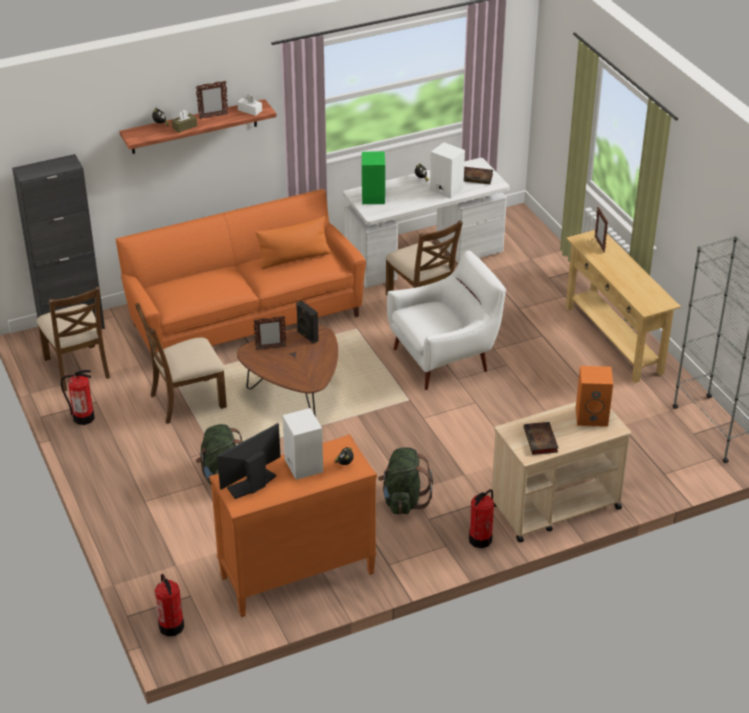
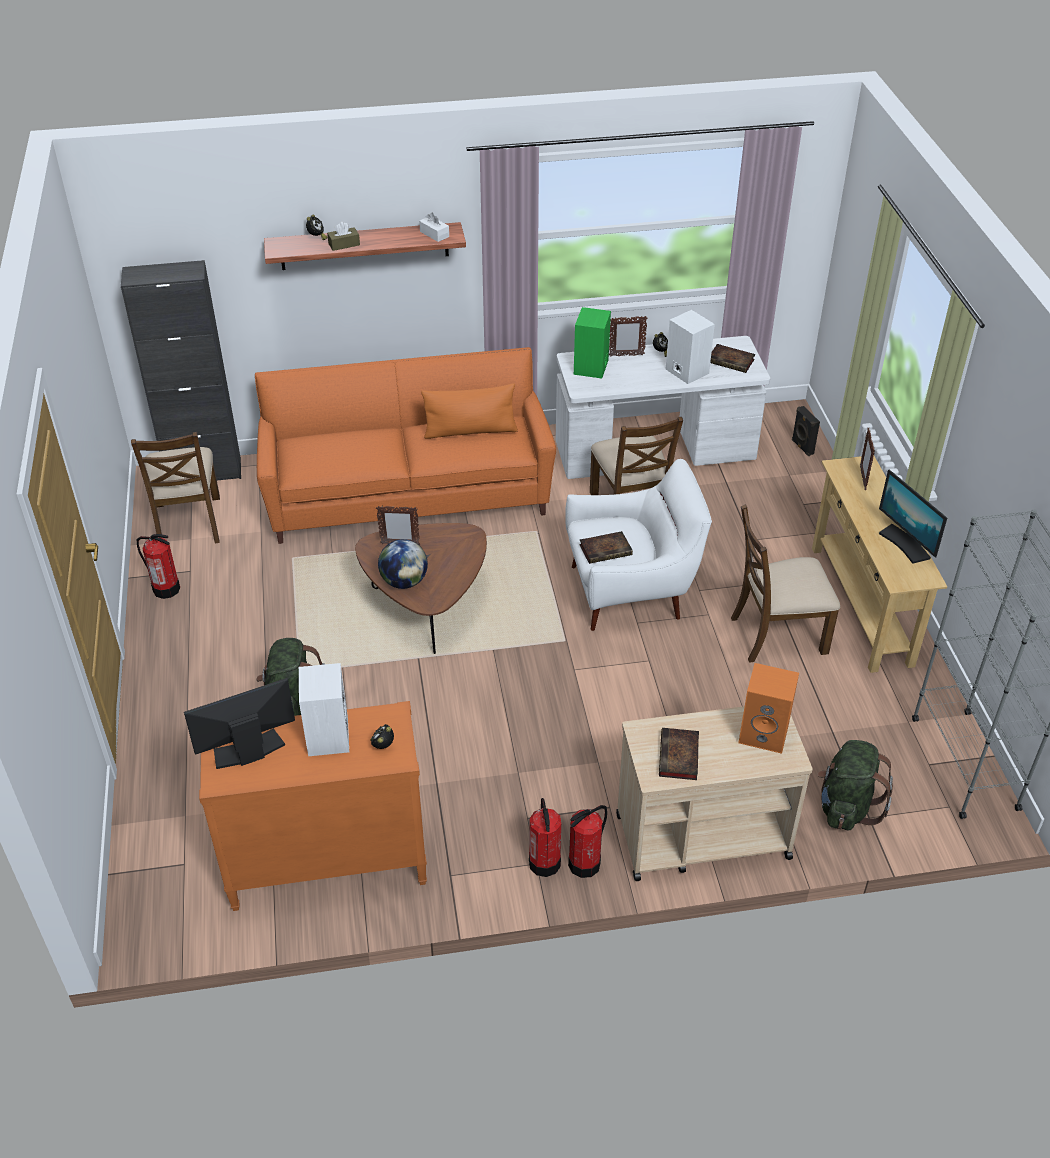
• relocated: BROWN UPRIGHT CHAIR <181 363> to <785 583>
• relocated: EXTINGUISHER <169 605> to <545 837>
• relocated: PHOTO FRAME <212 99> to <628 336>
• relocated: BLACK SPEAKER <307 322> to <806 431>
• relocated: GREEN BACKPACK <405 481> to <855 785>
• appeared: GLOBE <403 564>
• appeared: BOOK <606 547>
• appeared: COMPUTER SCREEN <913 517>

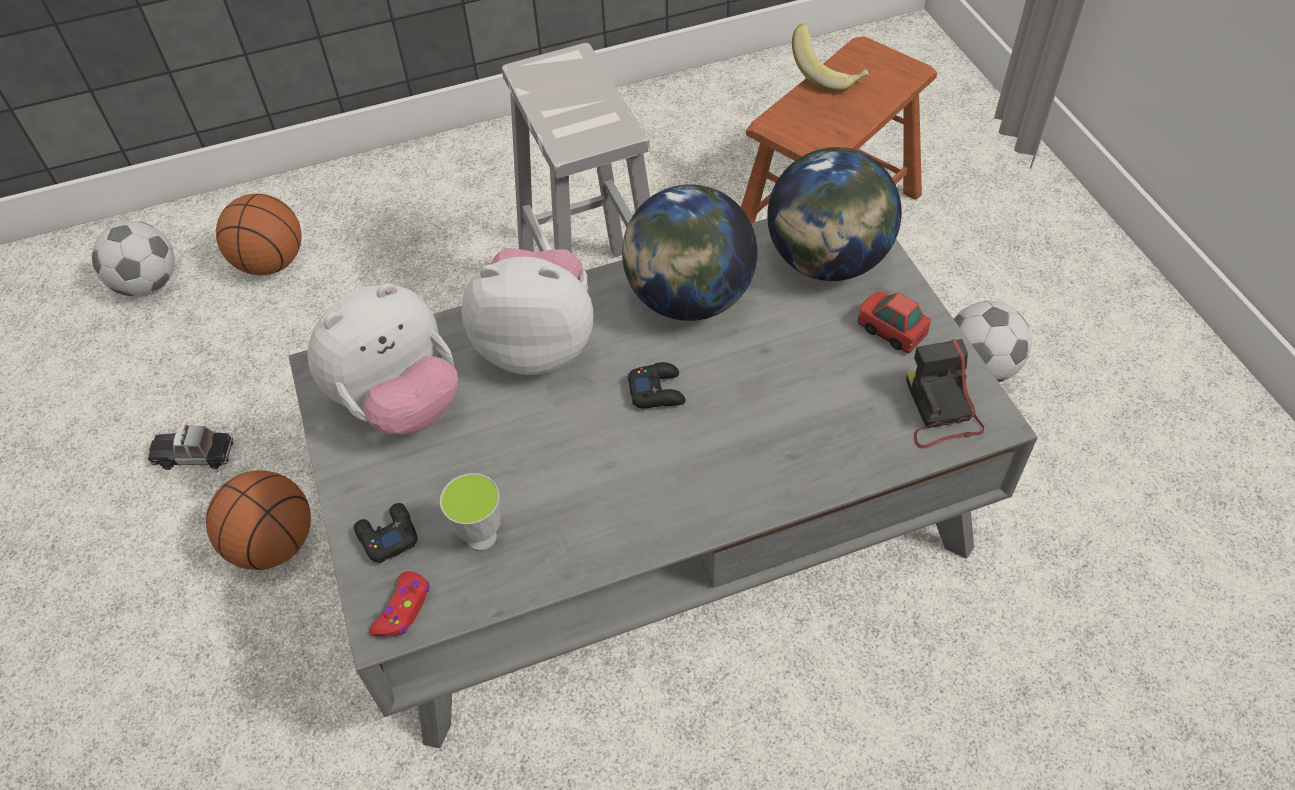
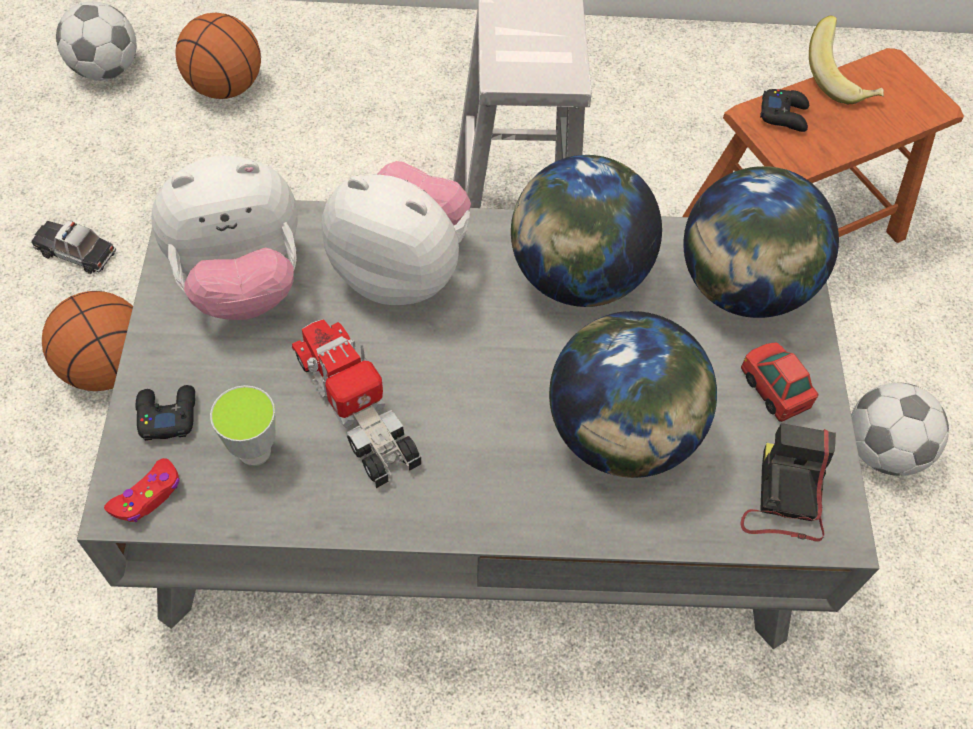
• relocated: BLACK GAME CONTROLLER <657 385> to <784 110>
• appeared: TOY TRUCK <356 403>
• appeared: GLOBE <633 394>

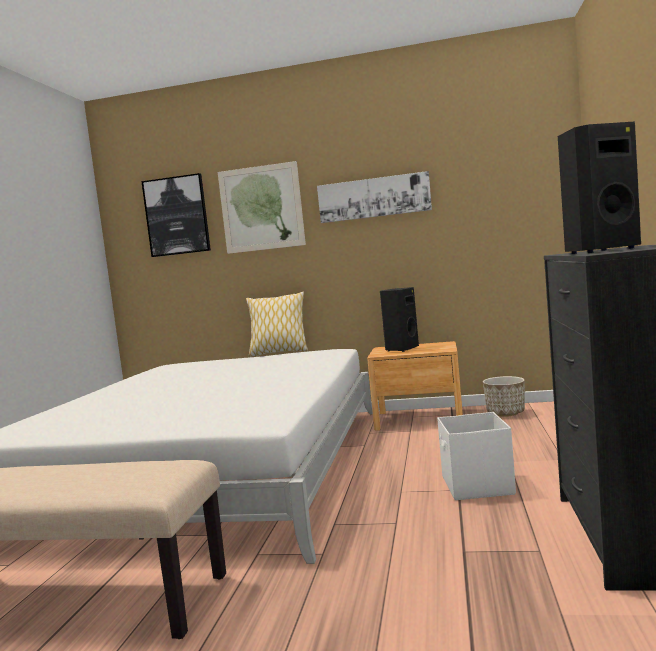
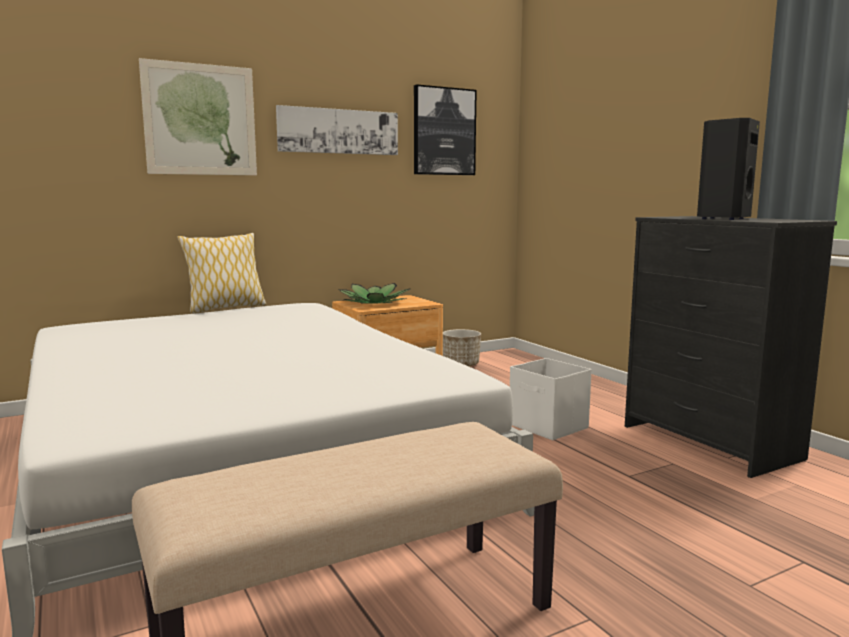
• relocated: WALL ART <176 215> to <445 130>
• exchanged: BLACK SPEAKER <399 319> to POTTED PLANT <374 293>

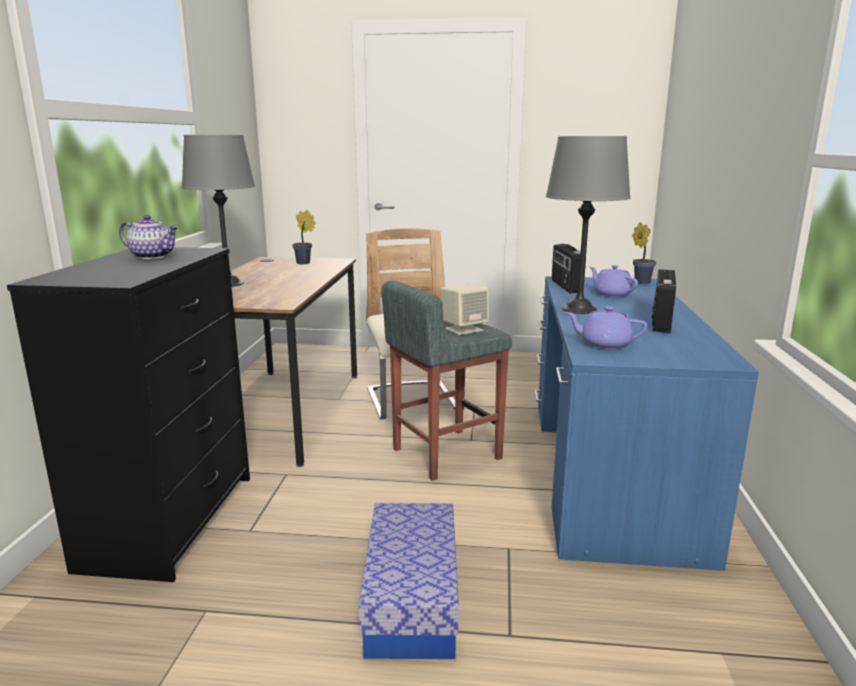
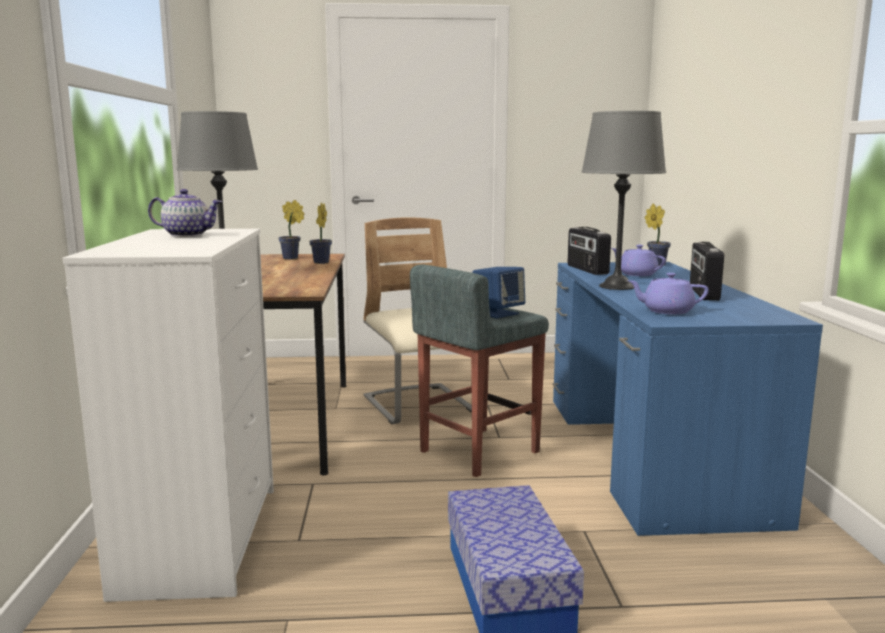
• colour: BLACK DRESSER <128 414> to WHITE-COLOURED DRESSER <168 415>
• colour: SAND-COLOURED SPEAKER <464 309> to BLUE-COLOURED SPEAKER <498 293>
• appeared: POTTED PLANT <320 233>

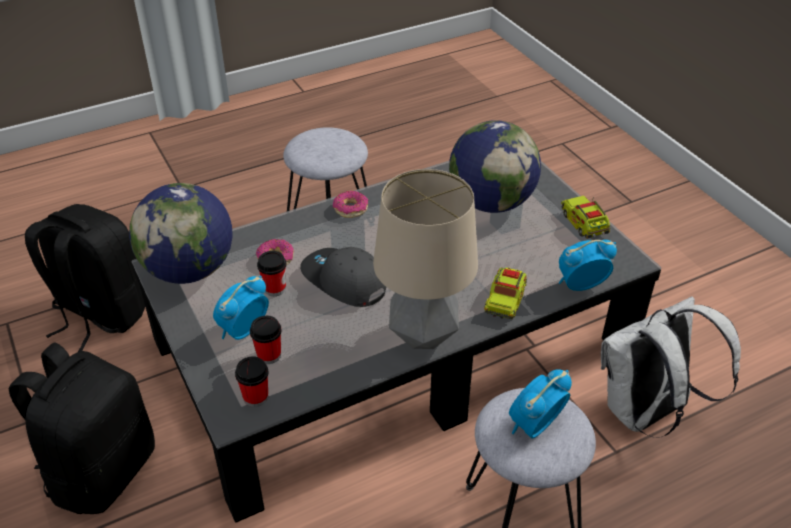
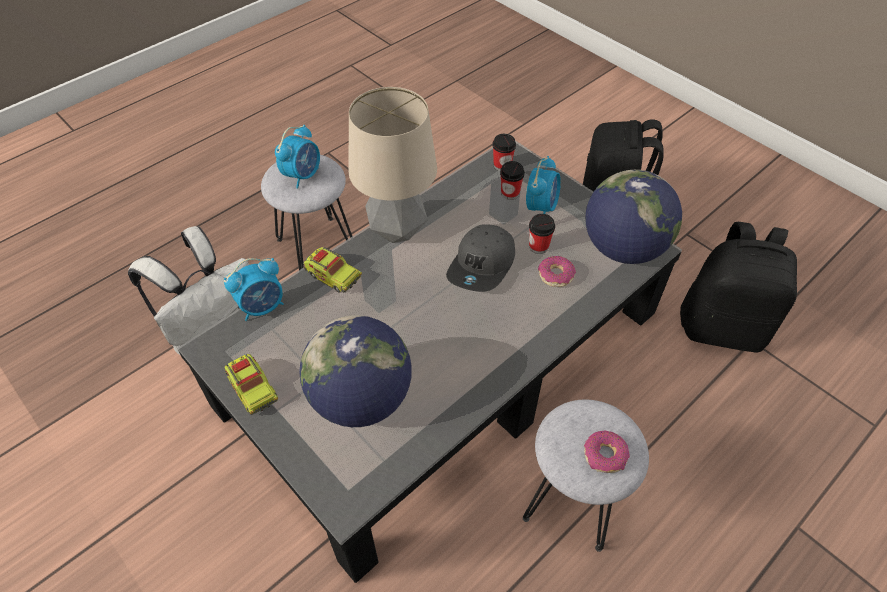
• spun: GRAY CAP <343 277> = <480 258> 90 degrees clockwise
• relocated: RING DOUGHNUT <350 204> to <607 451>
• spun: TOY TRUCK <505 293> = <332 270> 120 degrees clockwise

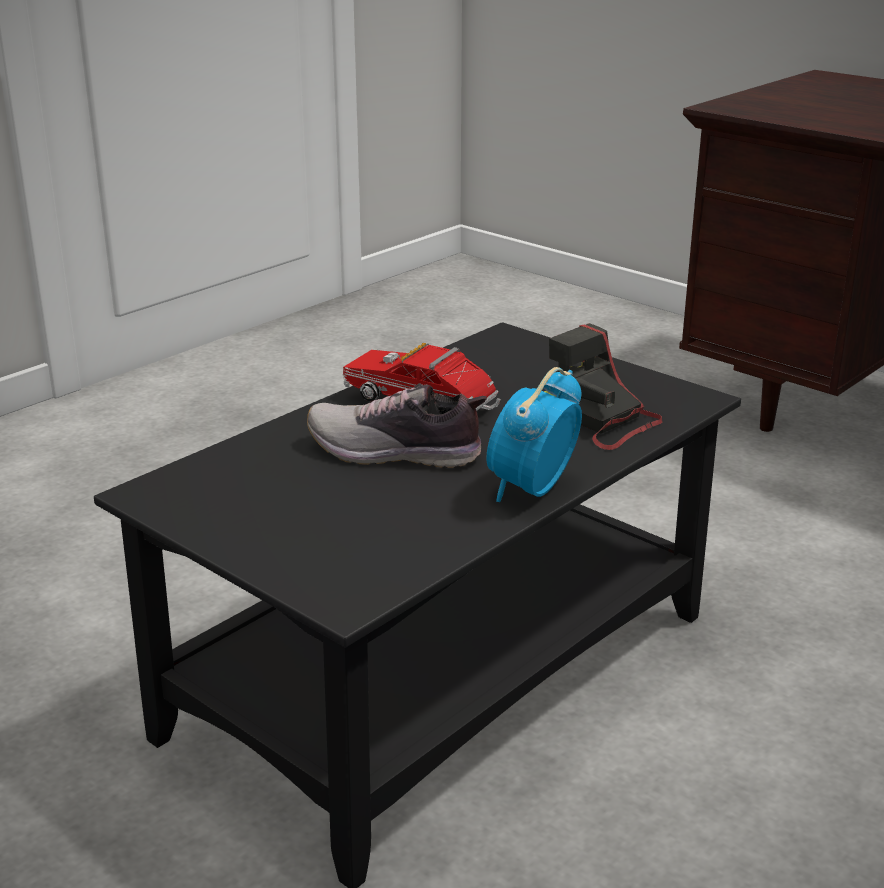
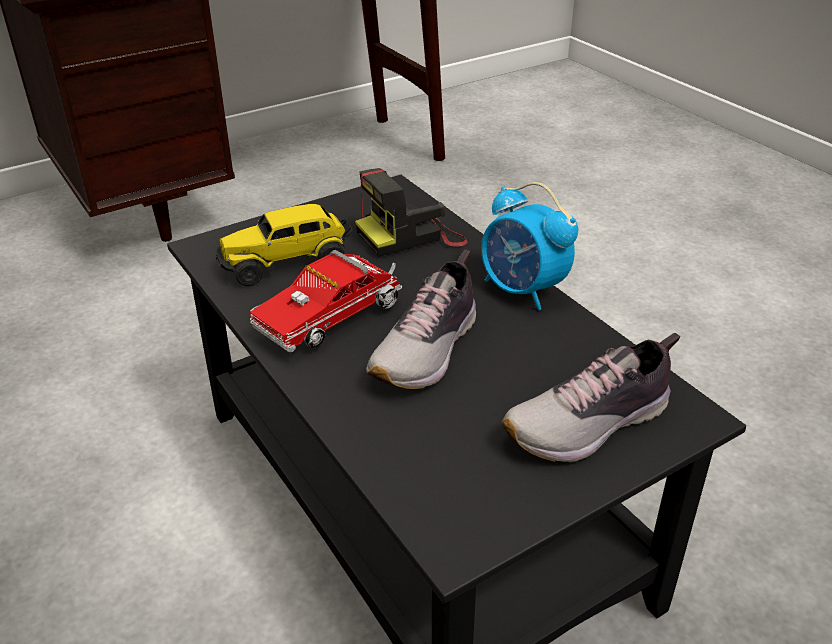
• appeared: TOY TRUCK <283 245>
• appeared: SHOE <591 398>

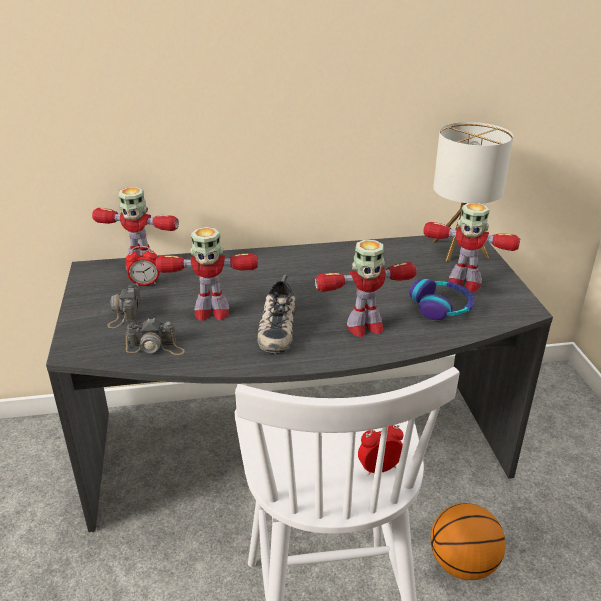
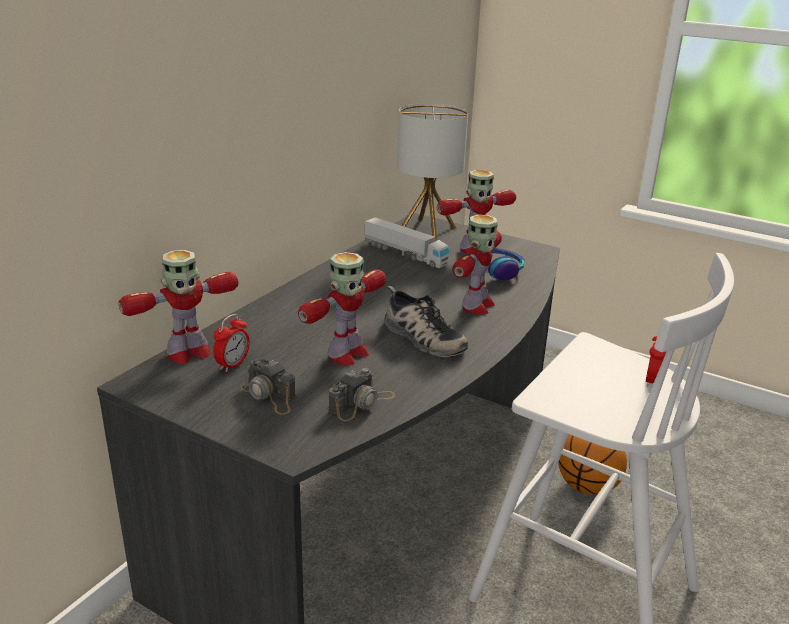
• appeared: TOY TRUCK <407 242>

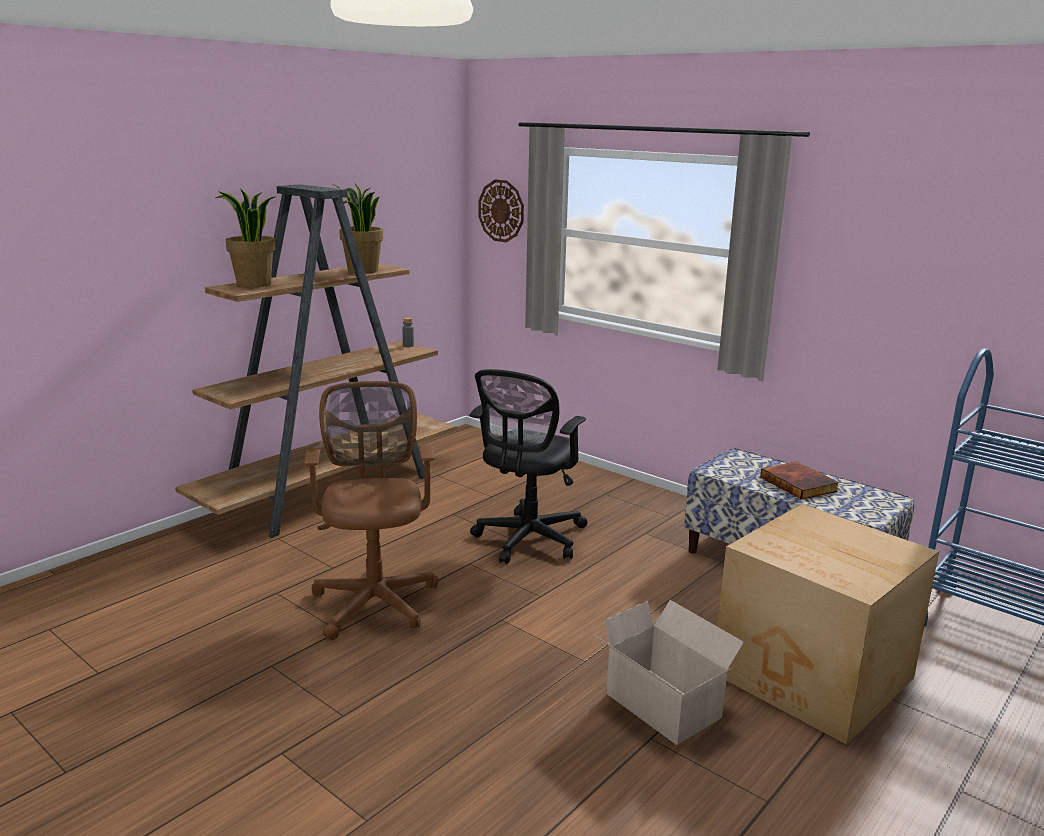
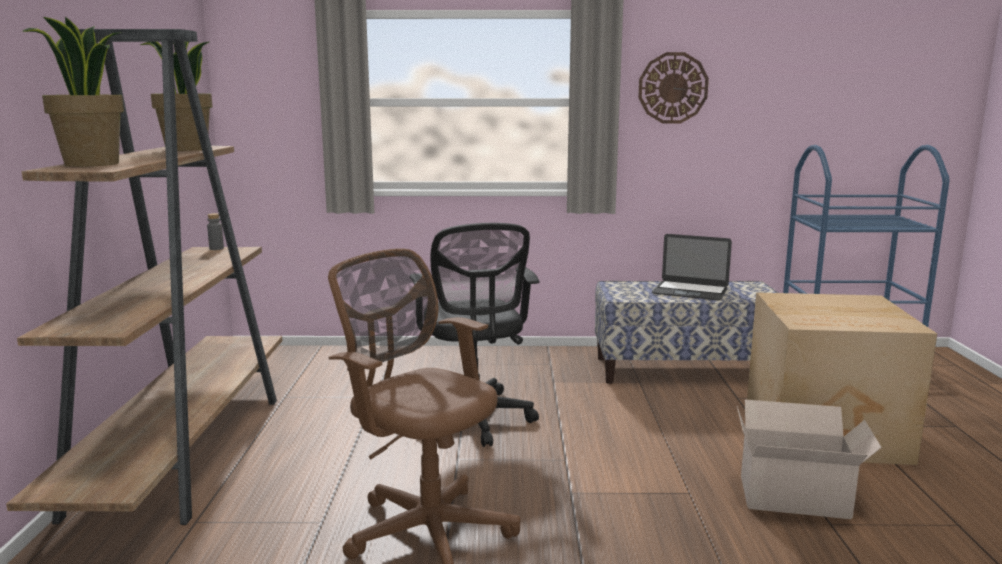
• relocated: HANGING CLOCK <501 210> to <673 87>
• exchanged: BOOK <799 480> to LAPTOP <692 267>

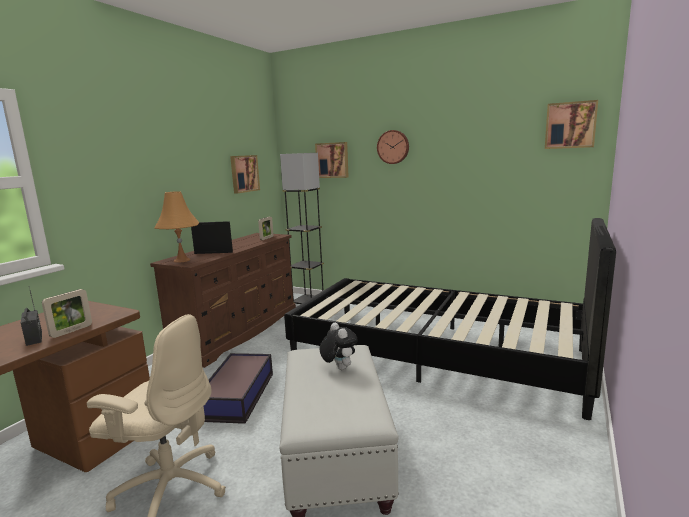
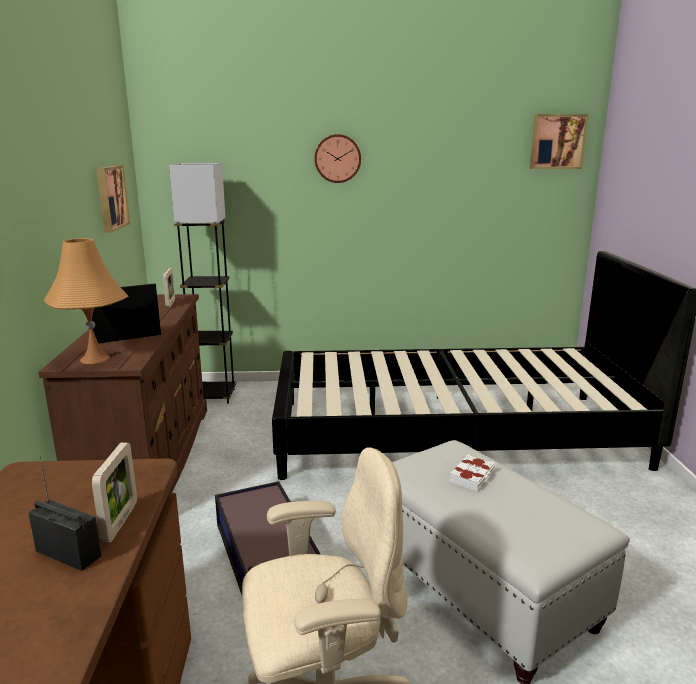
• missing: WALL ART <332 160>
• exchanged: PLUSH TOY <339 346> to WHITE-COLOURED BOOK <472 472>

